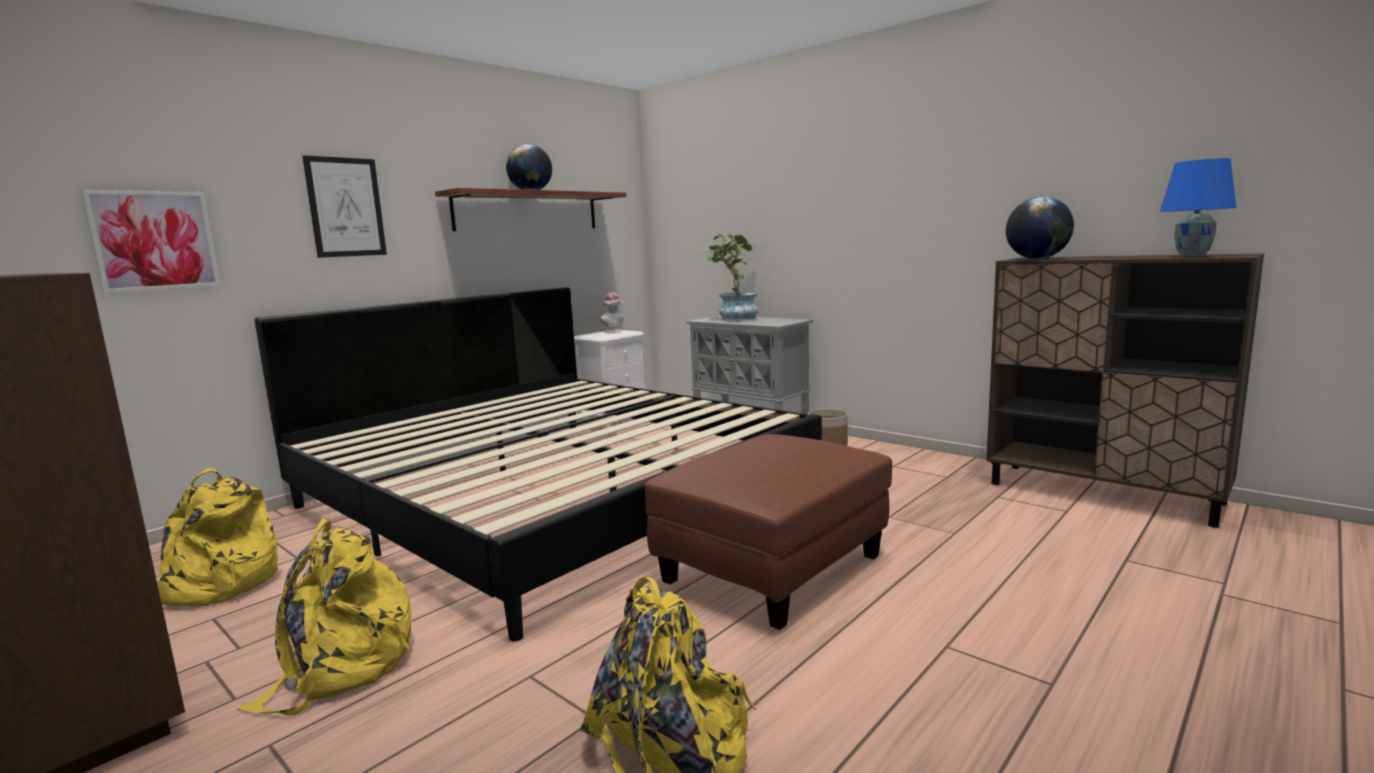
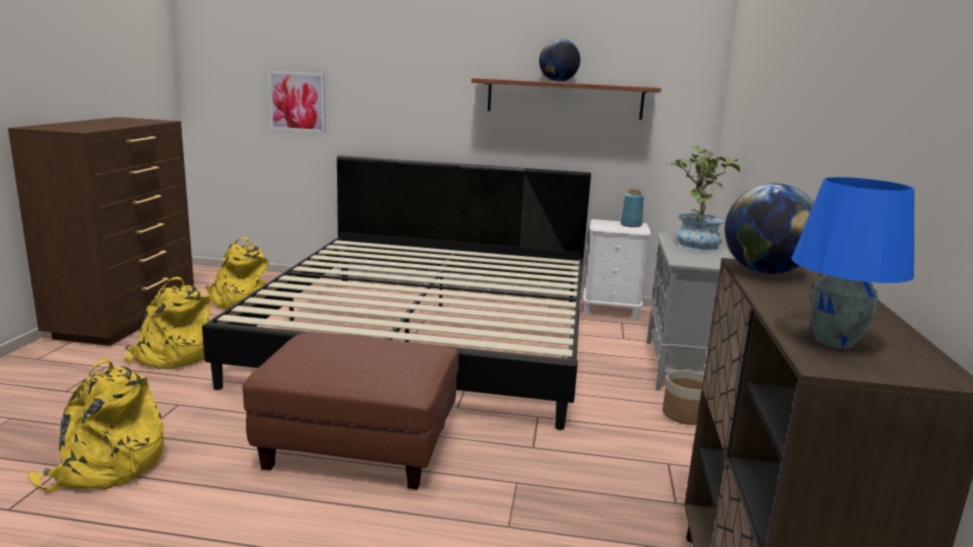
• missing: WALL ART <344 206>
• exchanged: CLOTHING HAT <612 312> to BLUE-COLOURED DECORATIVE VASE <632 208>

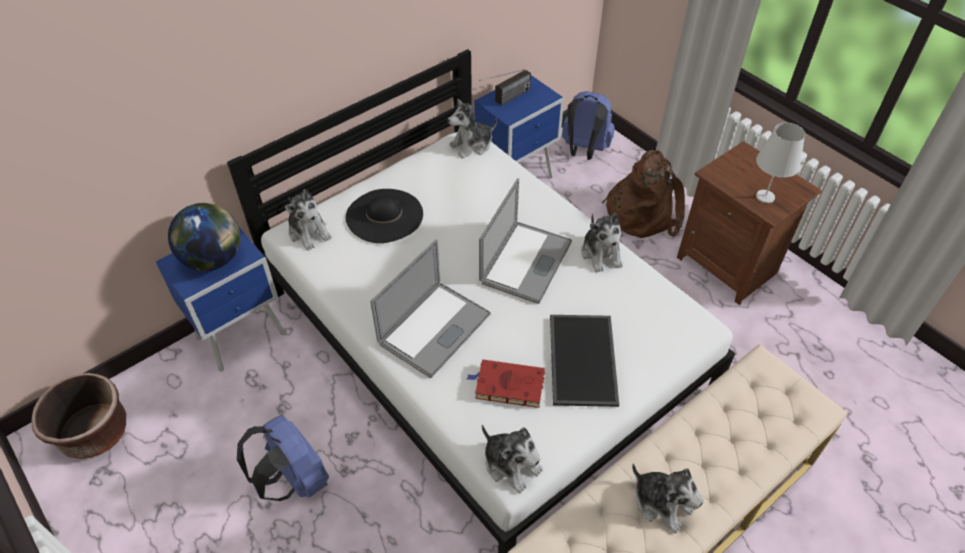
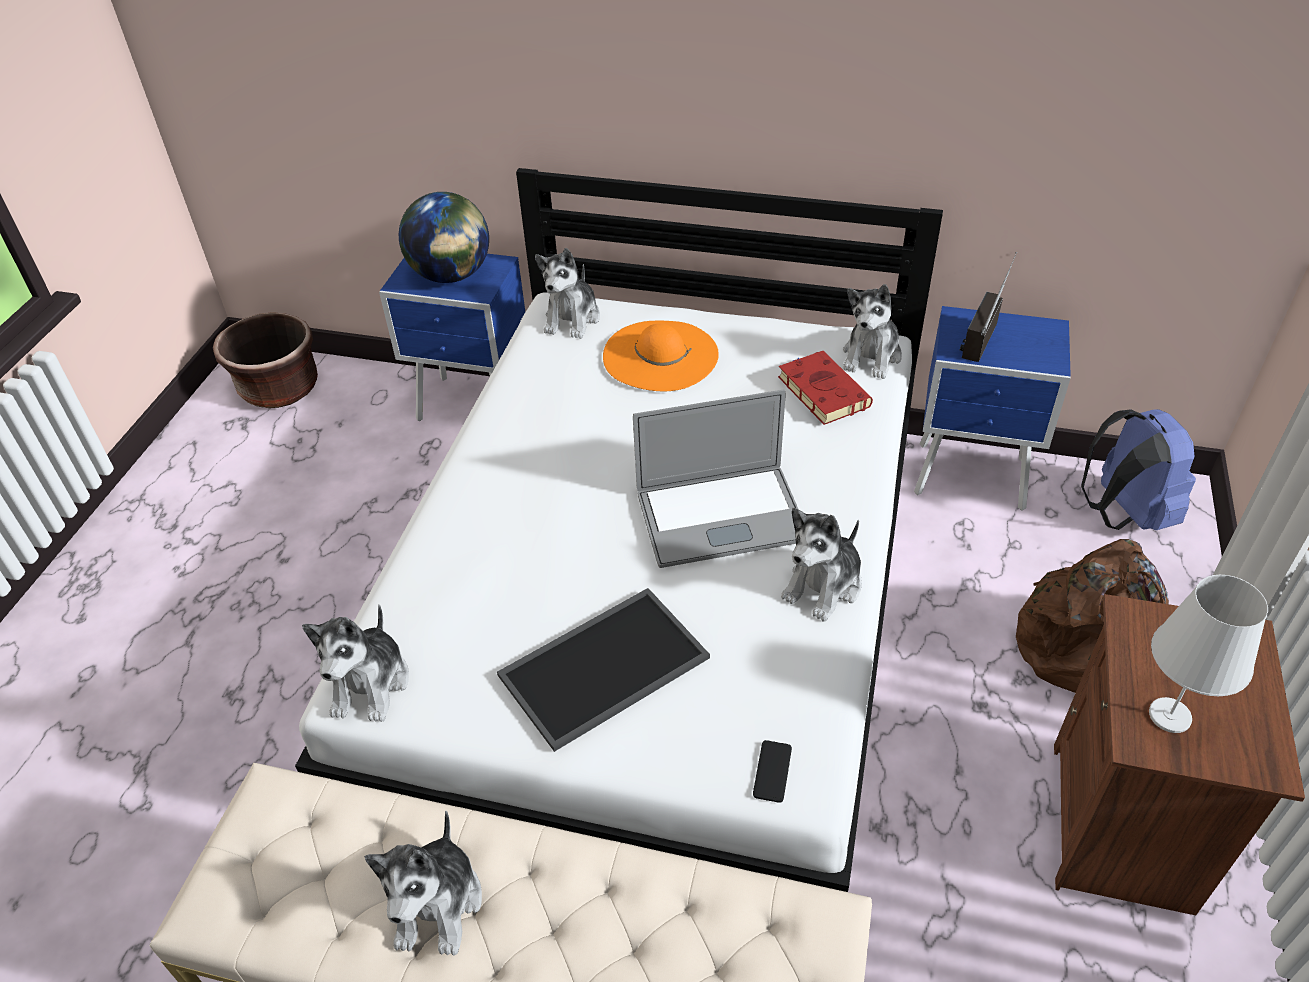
• missing: BLUE-COLOURED BACKPACK <283 458>
• colour: BLACK CLOTHING HAT <384 216> to ORANGE CLOTHING HAT <661 356>
• missing: LAPTOP <430 309>
• spun: PLUSH TOY <472 128> = <872 331> 90 degrees counterclockwise
• relocated: RED BOOK <506 383> to <825 388>
• spun: RADIO RECEIVER <505 87> = <988 307> 105 degrees clockwise
• appeared: TELEPHONE <772 771>

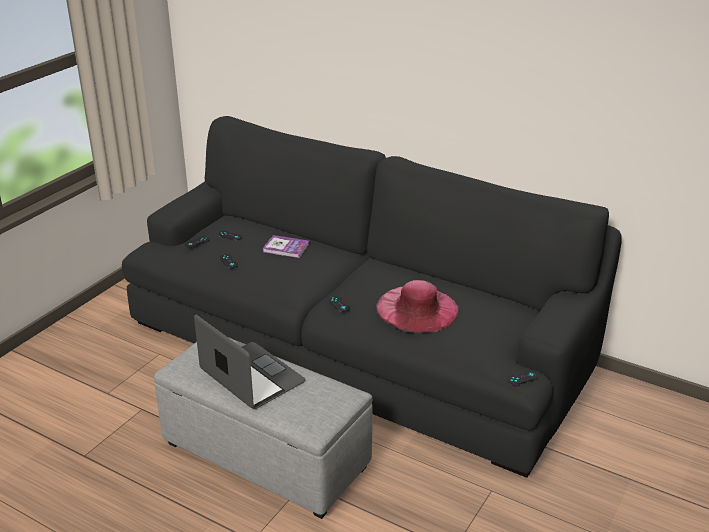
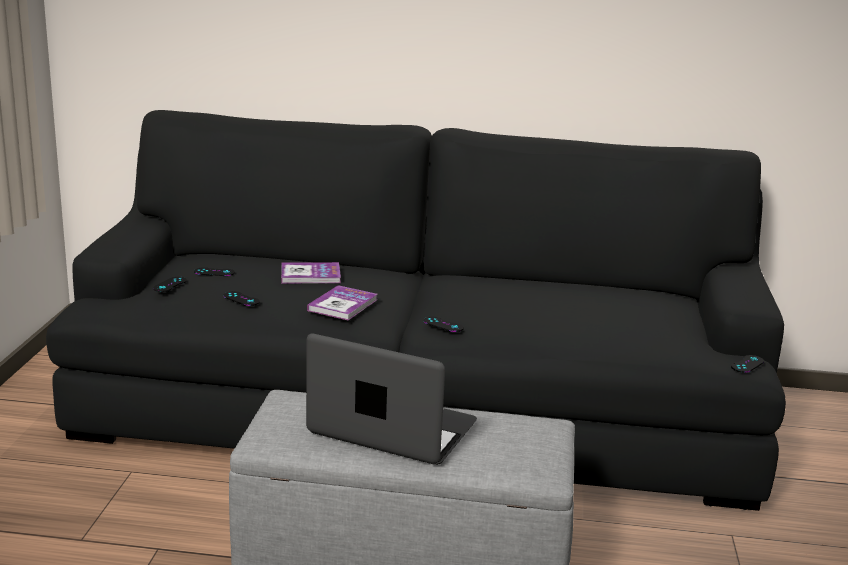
• missing: PINKISH CLOTHING HAT <417 306>
• appeared: BOOK <342 302>

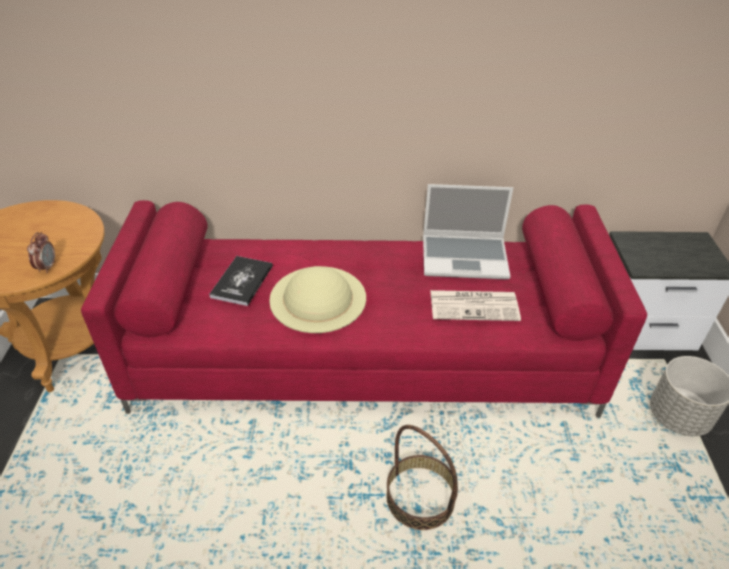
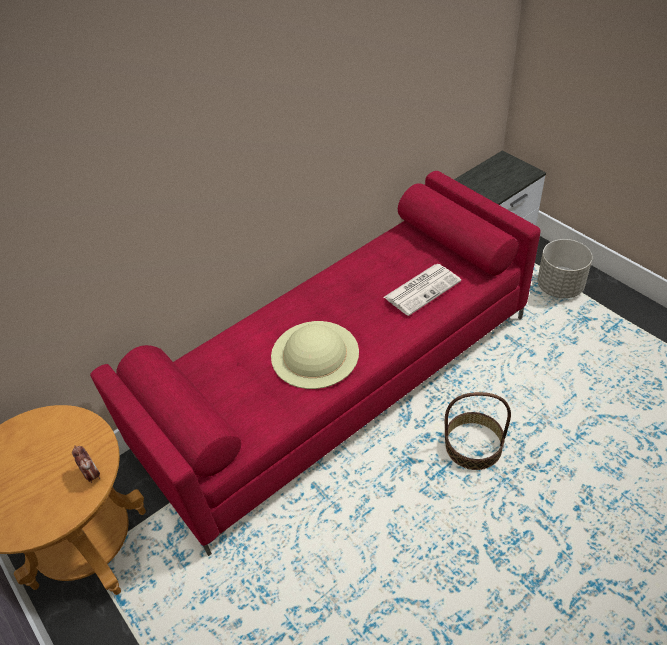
• missing: BOOK <241 281>
• missing: LAPTOP <468 231>

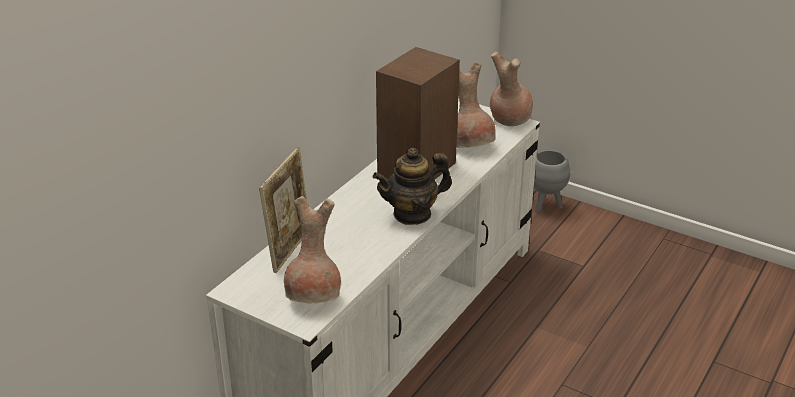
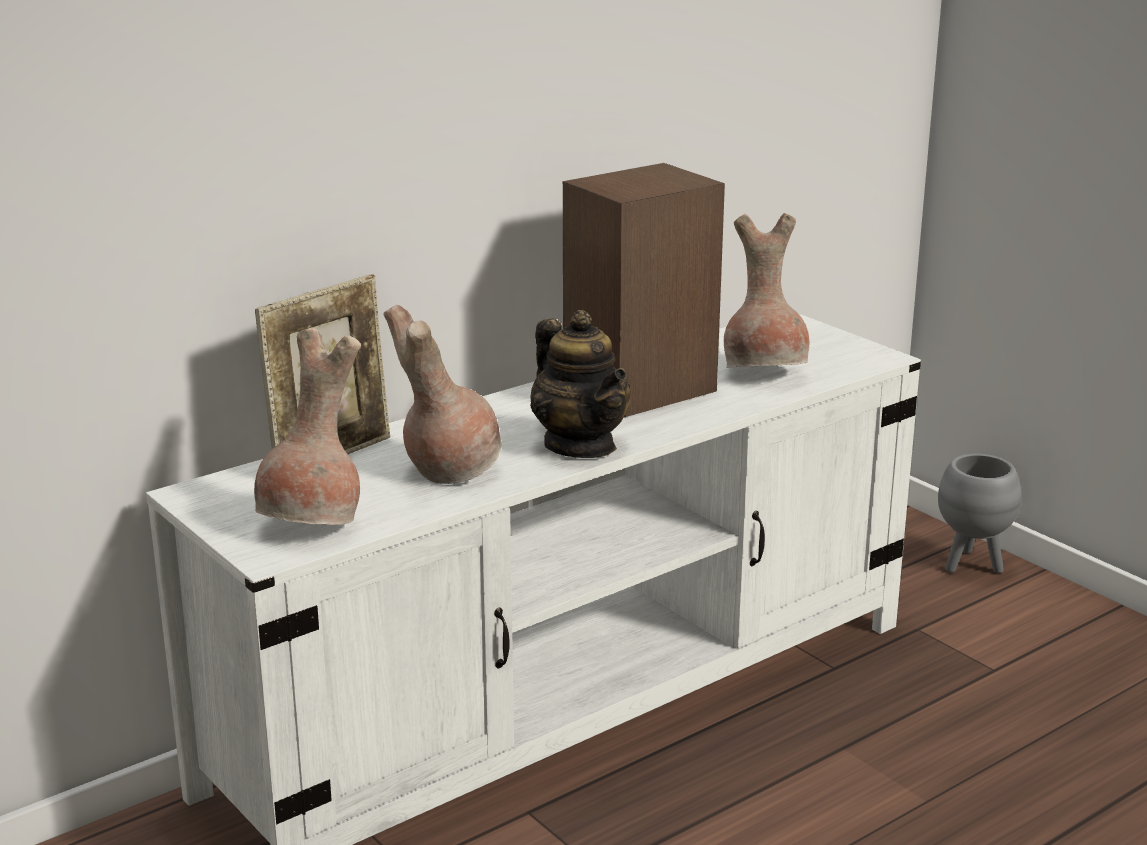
• spun: TEA POT <412 186> = <580 384> 120 degrees counterclockwise
• relocated: BROWN DECORATIVE VASE <511 89> to <442 394>

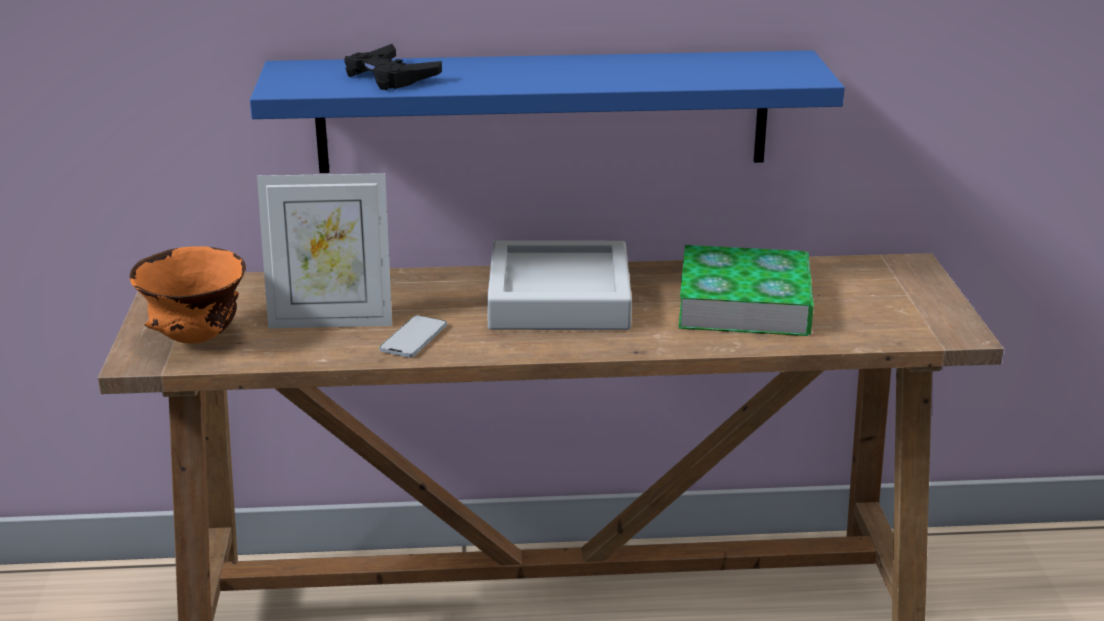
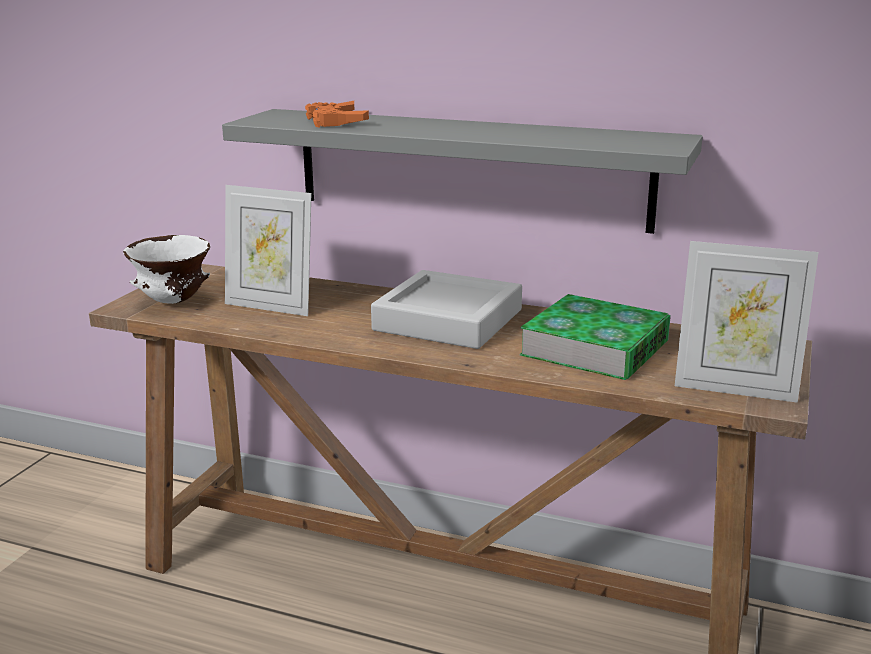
• colour: ORANGE DEEP DISH <188 295> to WHITE-COLOURED DEEP DISH <166 269>
• colour: BLUE-COLOURED WALL SHELF <547 111> to GRAY WALL SHELF <462 171>
• colour: BLACK GAME CONTROLLER <393 67> to ORANGE GAME CONTROLLER <337 114>
• missing: TELEPHONE <413 336>
• appeared: PHOTO FRAME <747 322>

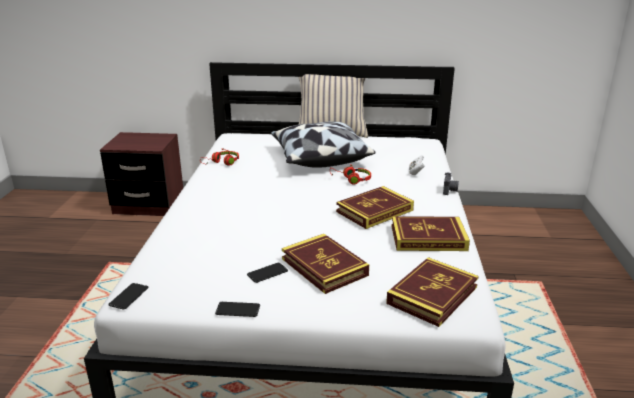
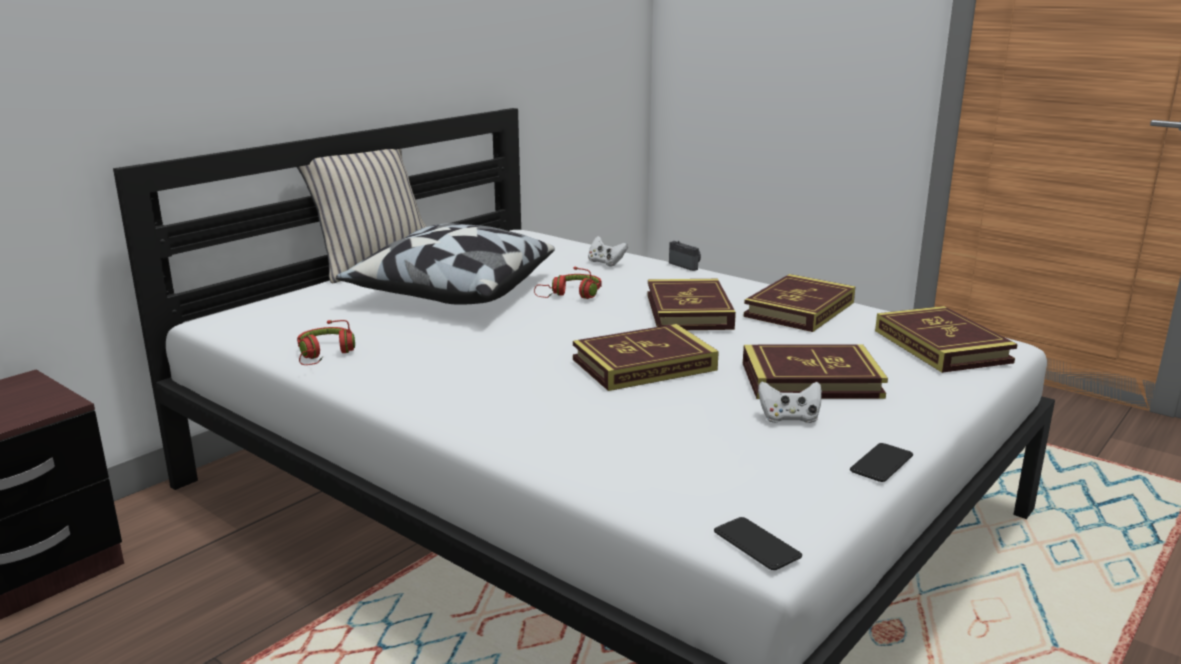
• exchanged: TELEPHONE <267 273> to WHITE-COLOURED GAME CONTROLLER <790 402>
• appeared: BOOK <646 357>

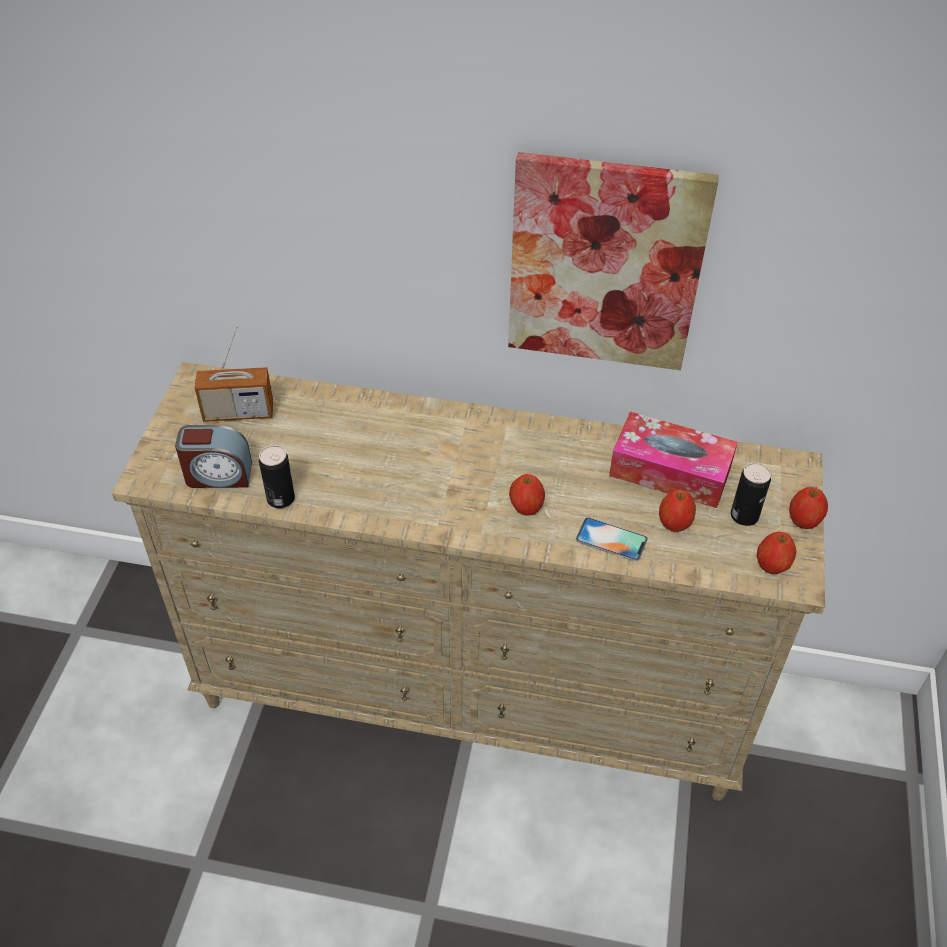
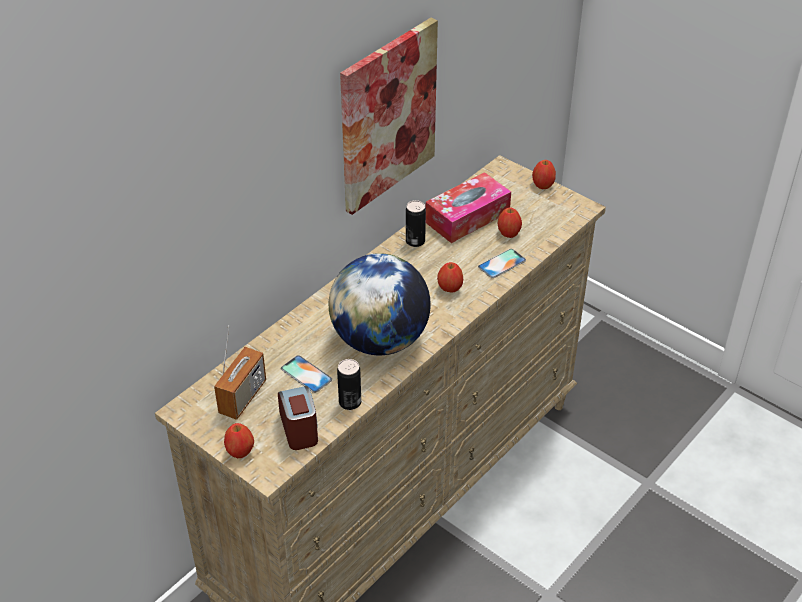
• spun: ALARM CLOCK <213 456> = <298 418> 45 degrees counterclockwise
• relocated: CAN <751 494> to <416 223>
• relocated: APPLE <777 553> to <239 440>
• appeared: TELEPHONE <306 374>
• appeared: GLOBE <380 304>

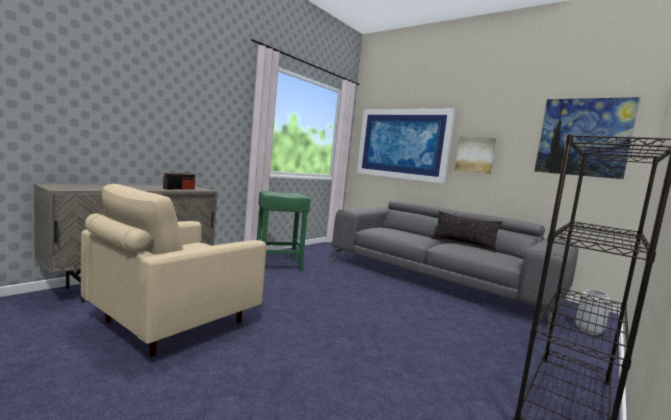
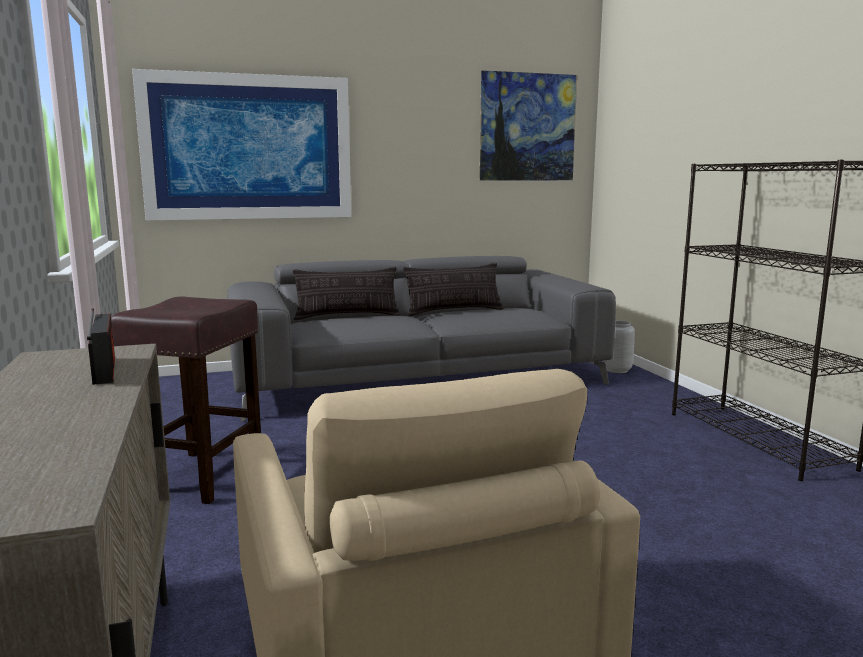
• colour: GREEN STOOL SEAT <283 231> to BROWN STOOL SEAT <186 400>
• missing: WALL ART <475 155>
• appeared: CUSHION <346 293>

